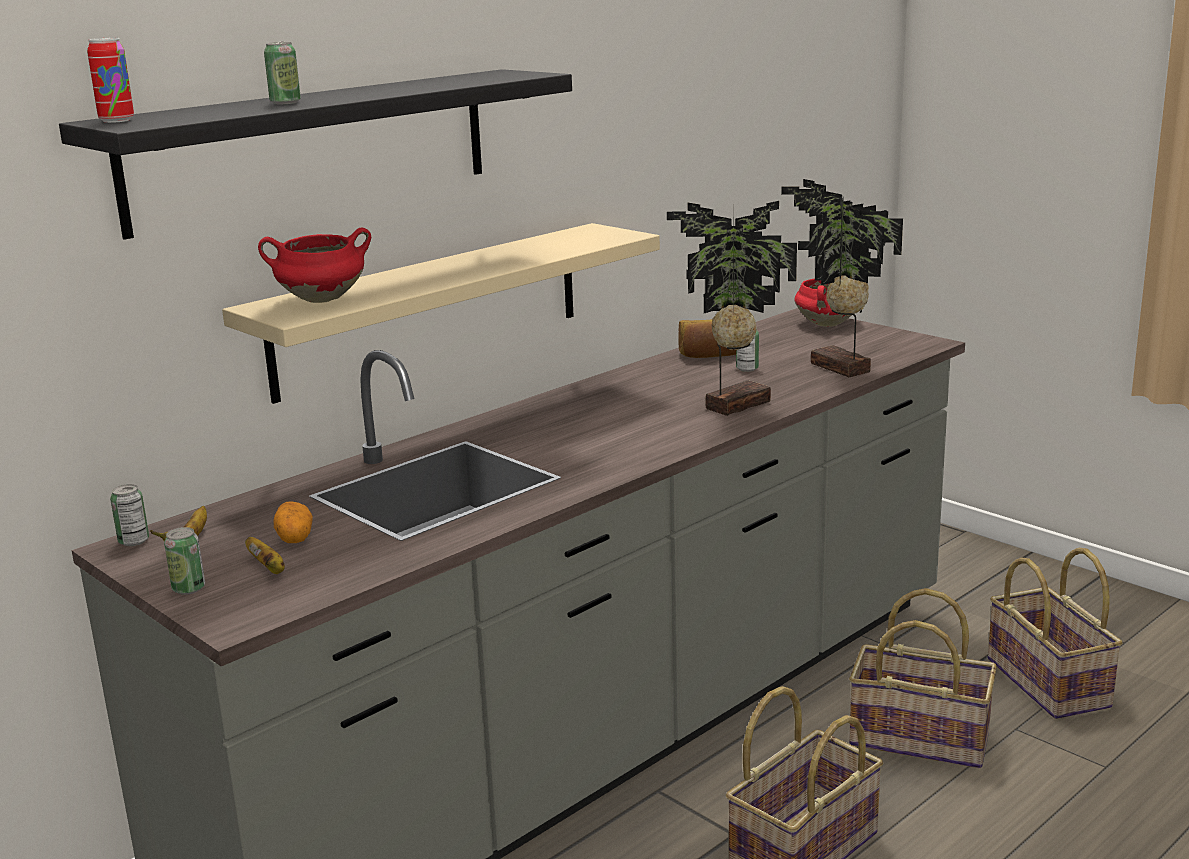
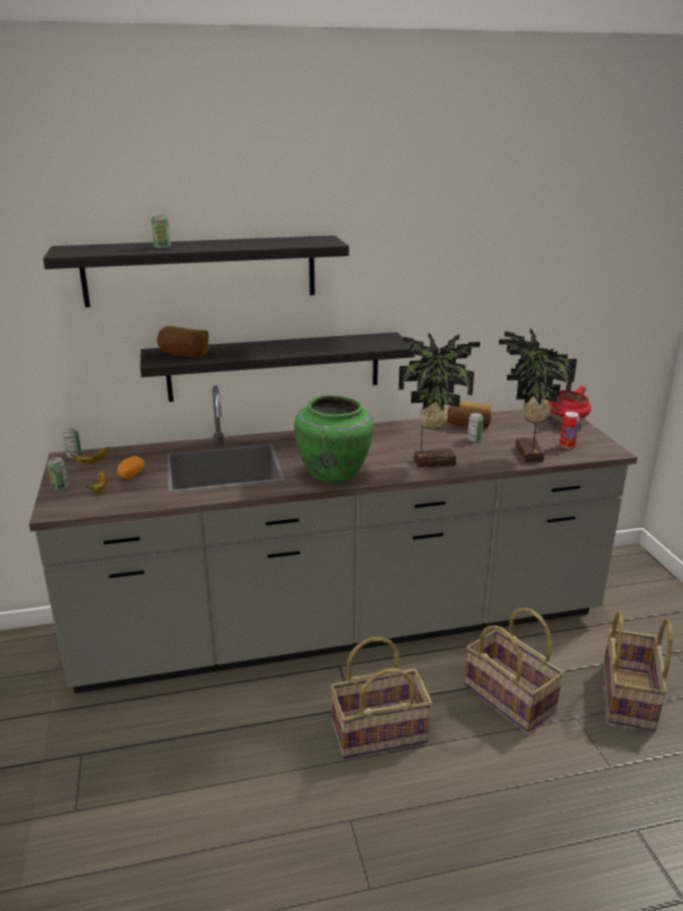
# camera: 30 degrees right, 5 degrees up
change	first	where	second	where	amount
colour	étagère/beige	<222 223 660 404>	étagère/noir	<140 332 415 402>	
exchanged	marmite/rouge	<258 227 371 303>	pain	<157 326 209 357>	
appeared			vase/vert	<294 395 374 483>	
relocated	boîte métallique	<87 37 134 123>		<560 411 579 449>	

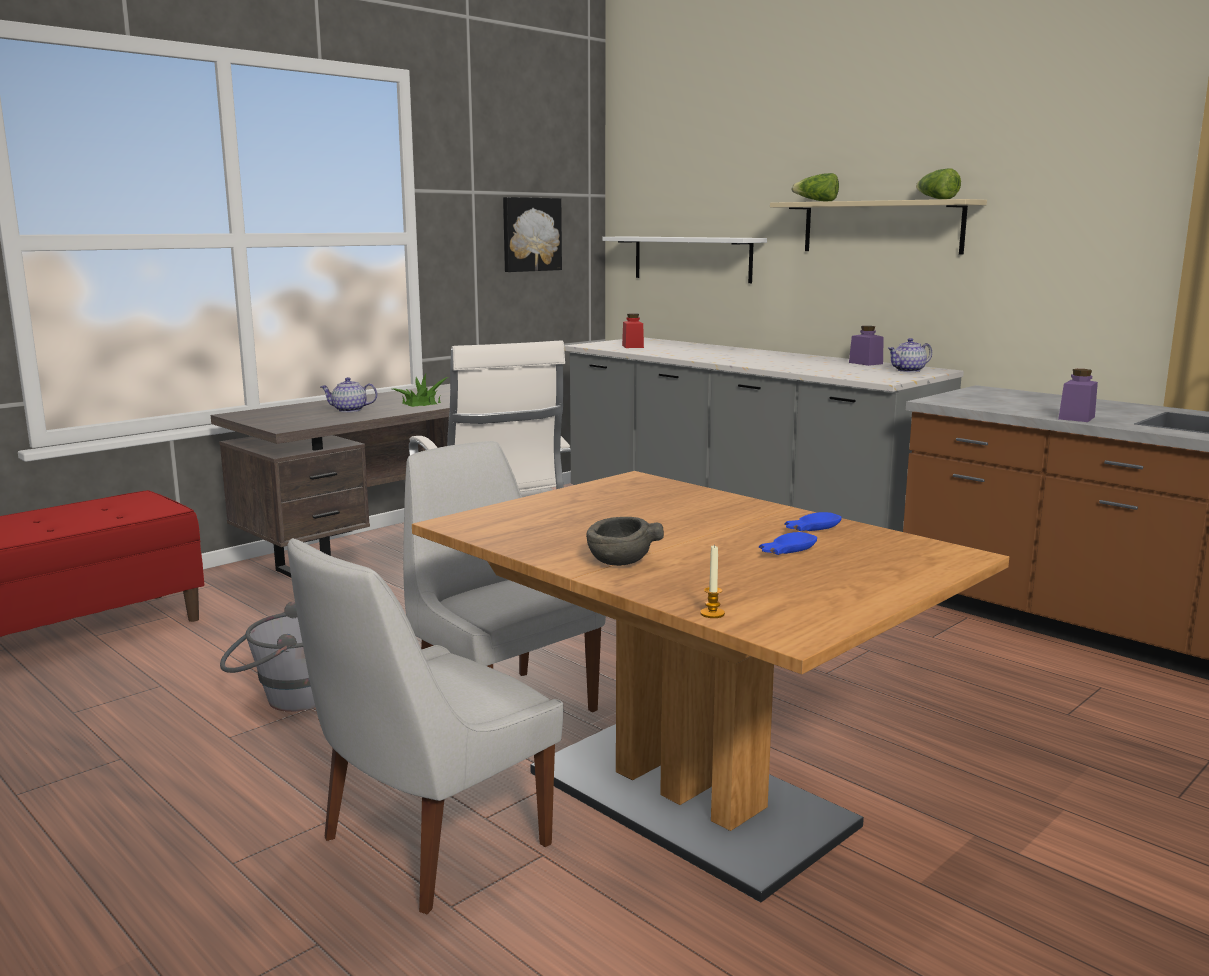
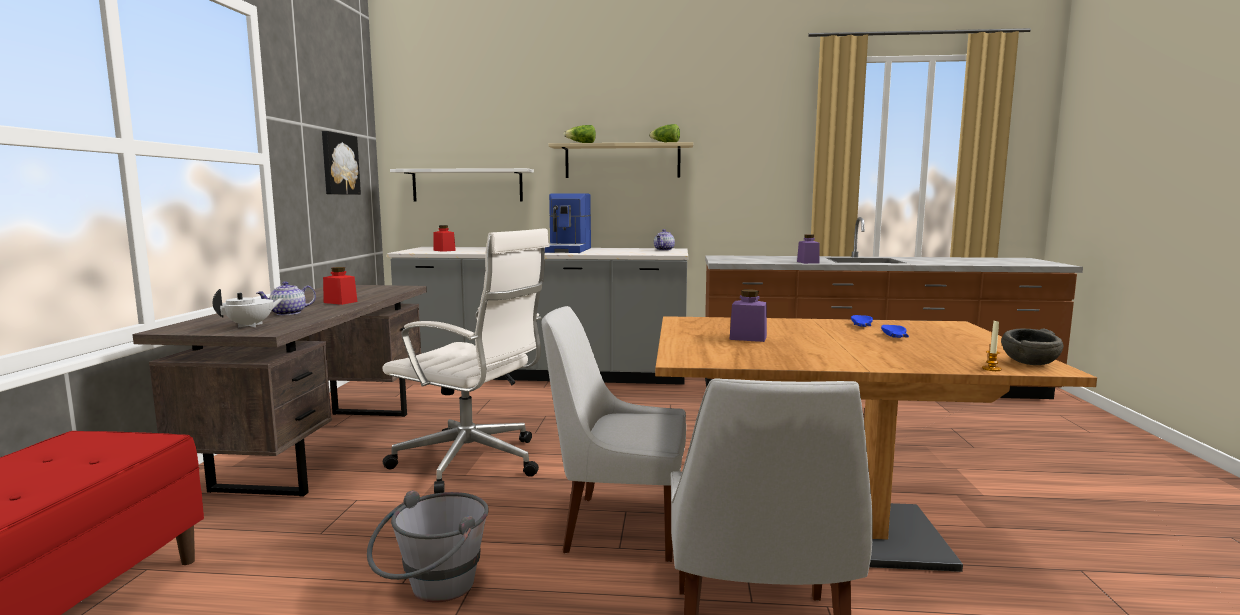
# camera: 40 degrees left, 5 degrees down
change	first	where	second	where	amount
appeared			théière/blanc	<213 289 283 327>	
exchanged	plante en pot	<393 372 448 407>	bocal/rouge	<323 267 358 305>	
appeared			machine à café	<545 193 591 253>	
relocated	bocal/violet	<849 326 884 366>		<729 289 767 342>	
relocated	bol/gris	<586 517 664 566>		<1001 329 1063 365>	

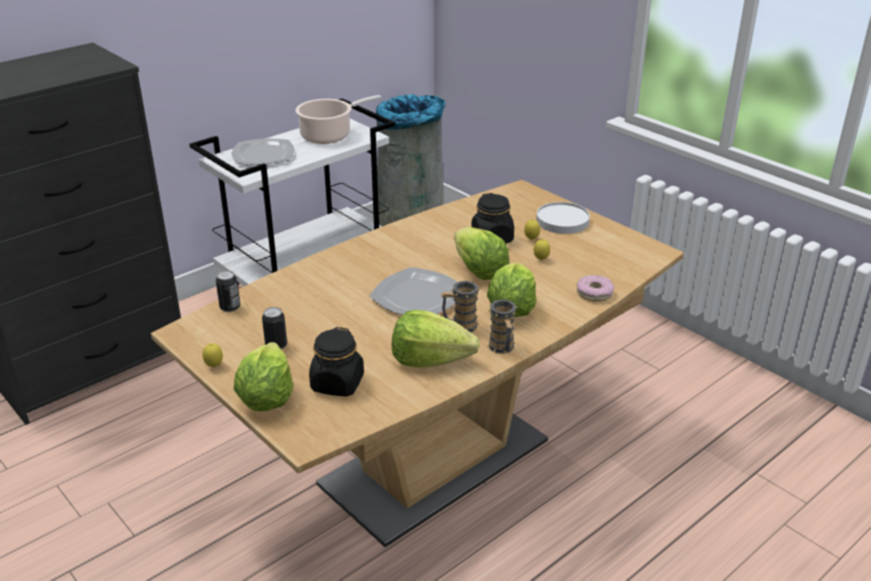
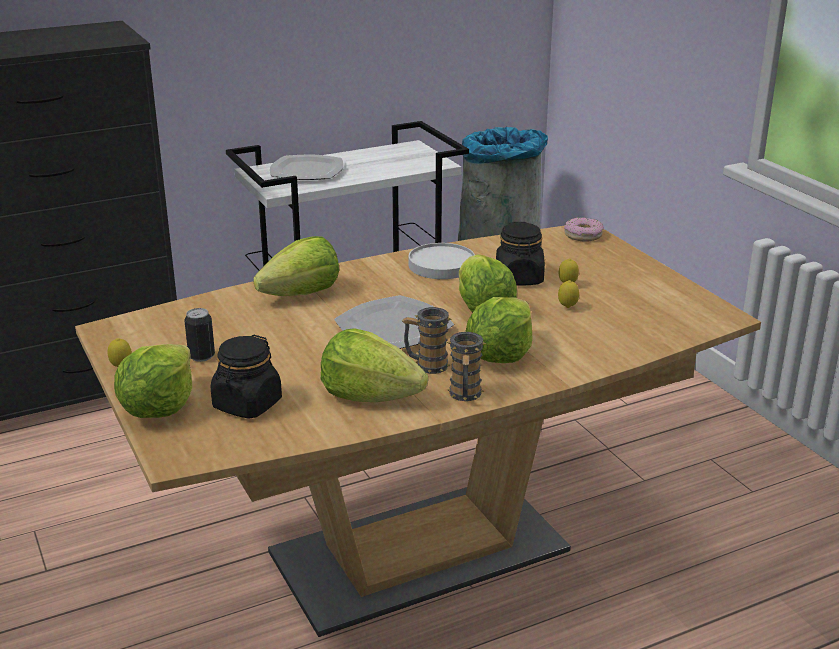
# camera: 15 degrees right, 5 degrees down
change	first	where	second	where	amount
appeared			laitue	<253 236 339 296>	
relocated	assiette/blanc	<536 202 590 234>		<409 243 475 279>	
relocated	beignet	<577 275 614 302>		<564 217 604 242>	
missing	boîte métallique	<216 271 240 312>			
missing	marmite	<295 95 381 144>			

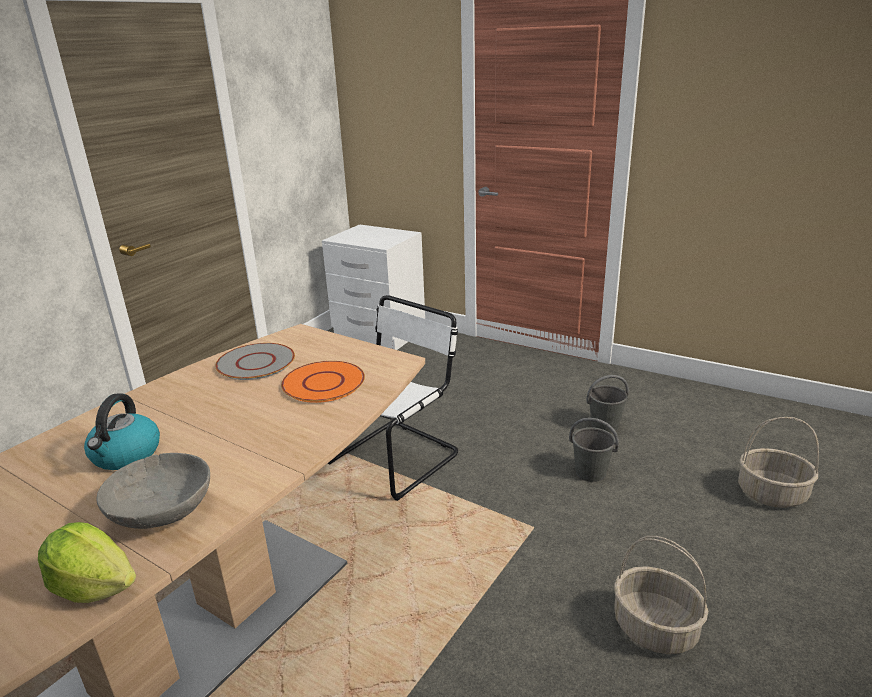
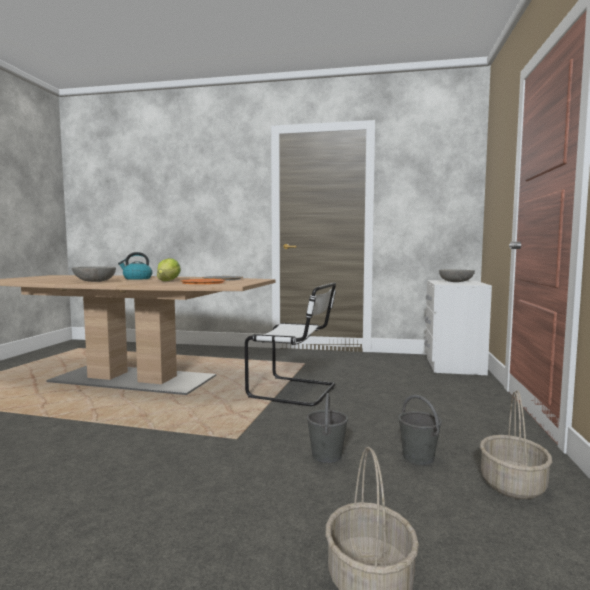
# camera: 70 degrees right, 20 degrees down
change	first	where	second	where	amount
relocated	laitue	<38 522 136 603>		<157 258 181 281>	
appeared			bol/gris	<439 269 475 282>	
relocated	panier	<614 536 709 654>		<480 390 552 499>	

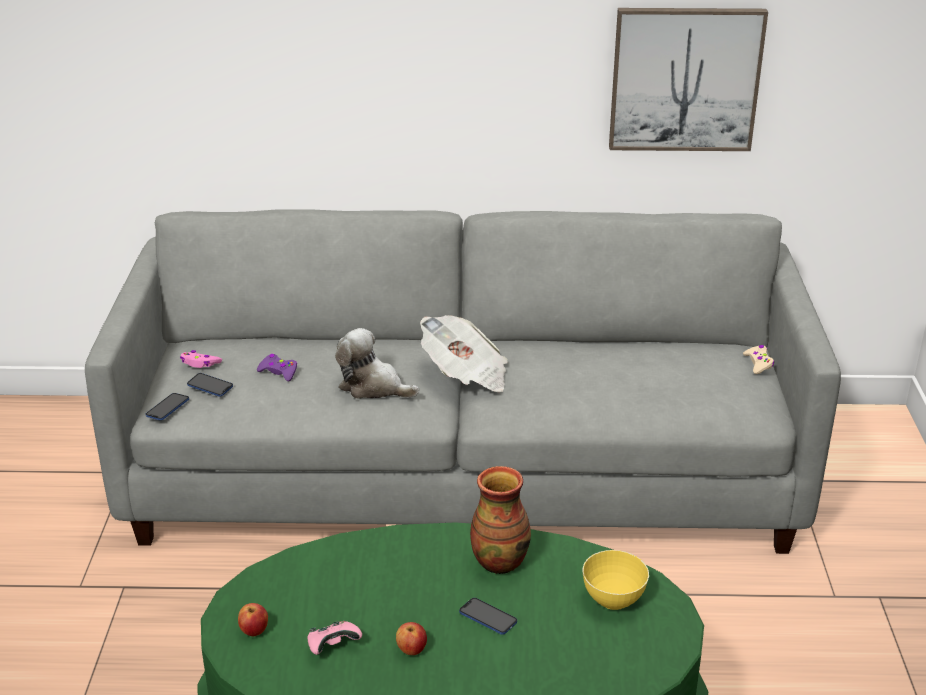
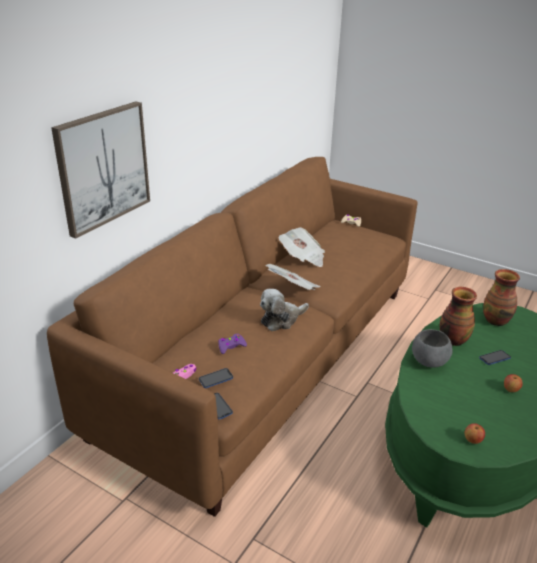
# camera: 60 degrees left, 0 degrees up
change	first	where	second	where	amount
colour	canapé/gris	<85 209 841 554>	canapé/marron	<47 157 417 517>	
relocated	tableau	<609 8 768 151>		<51 101 150 239>	
appeared			journal	<279 227 325 267>	
appeared			bol/gris	<412 329 452 368>	
exchanged	bol/jaune	<582 550 649 610>	vase	<483 269 520 326>	
missing	manette/rose	<308 621 362 655>			

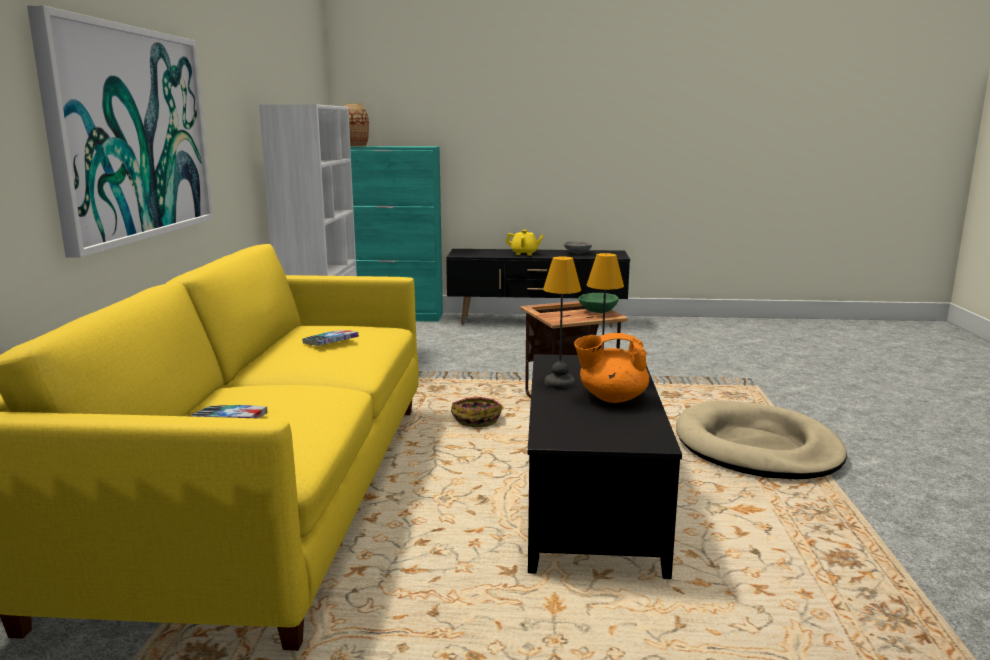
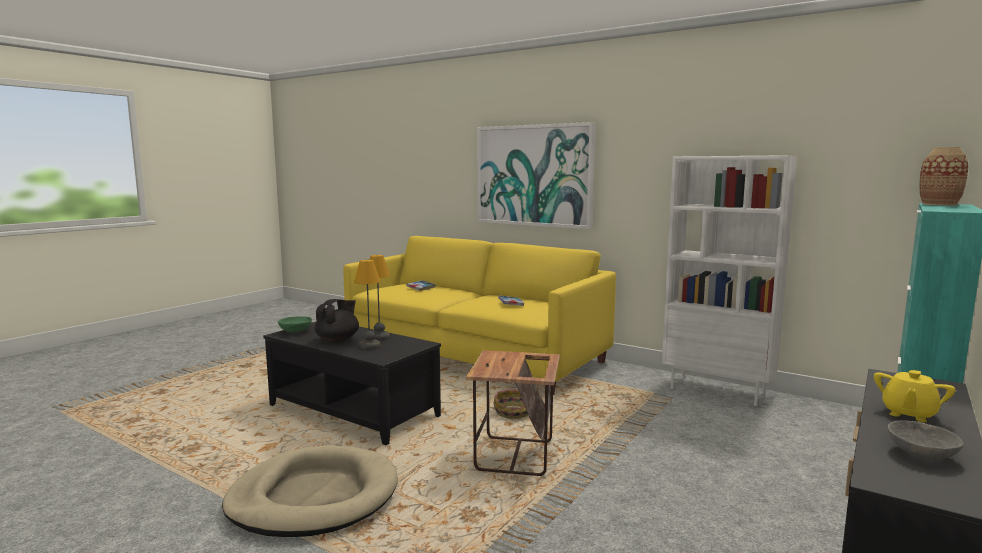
# camera: 120 degrees right, 5 degrees down
change	first	where	second	where	amount
relocated	bol/vert	<578 293 619 313>		<278 316 312 333>	
colour	théière/orange	<574 333 649 403>	théière/noir	<315 299 359 342>	

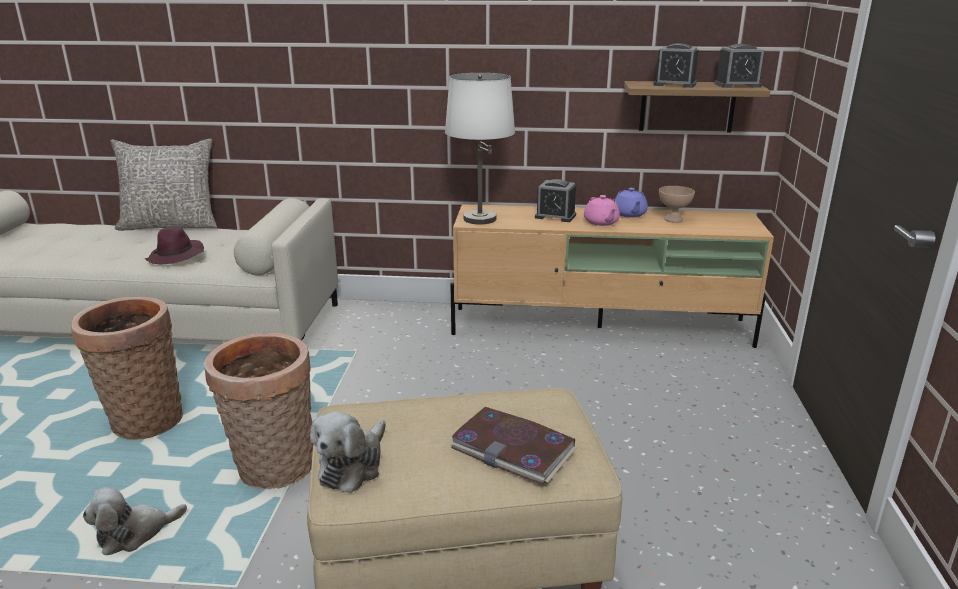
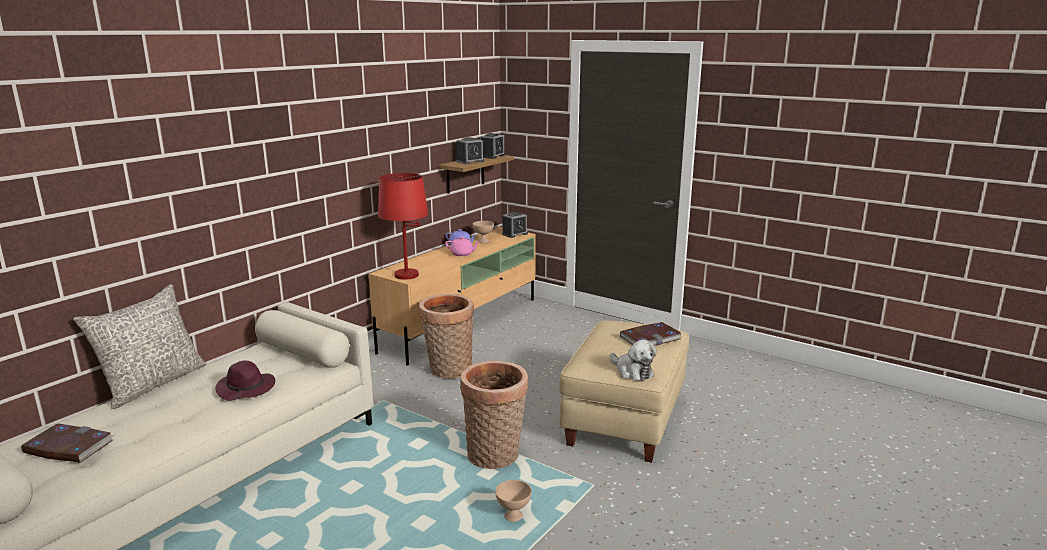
# camera: 60 degrees left, 5 degrees down
change	first	where	second	where	amount
appeared			livre	<21 423 114 463>	
colour	lampe de table/blanc	<445 73 515 224>	lampe de table/rouge	<378 173 428 280>	
relocated	panier	<71 297 183 440>		<419 294 474 379>	
exchanged	peluche	<83 487 187 555>	bol/beige	<495 480 532 522>	
relocated	réveil	<535 179 576 222>		<502 212 528 238>	

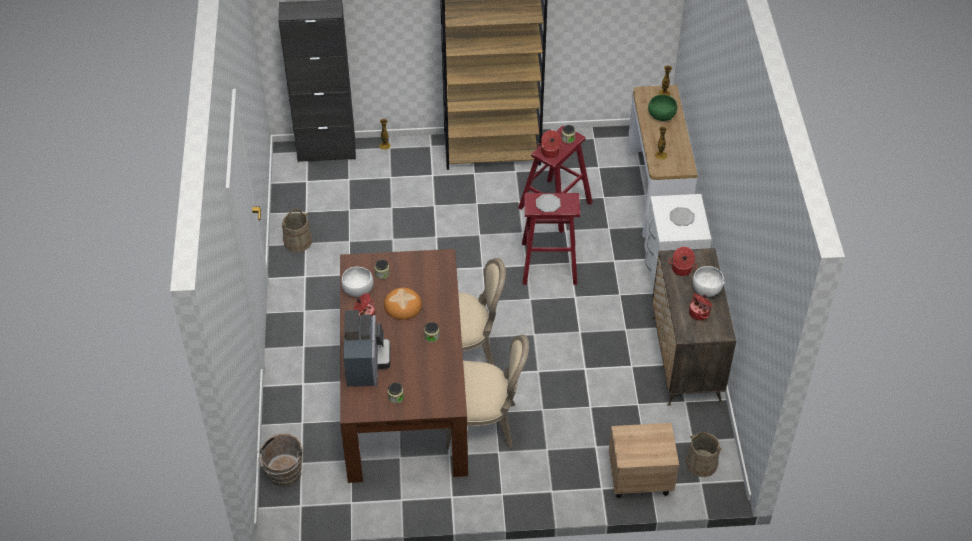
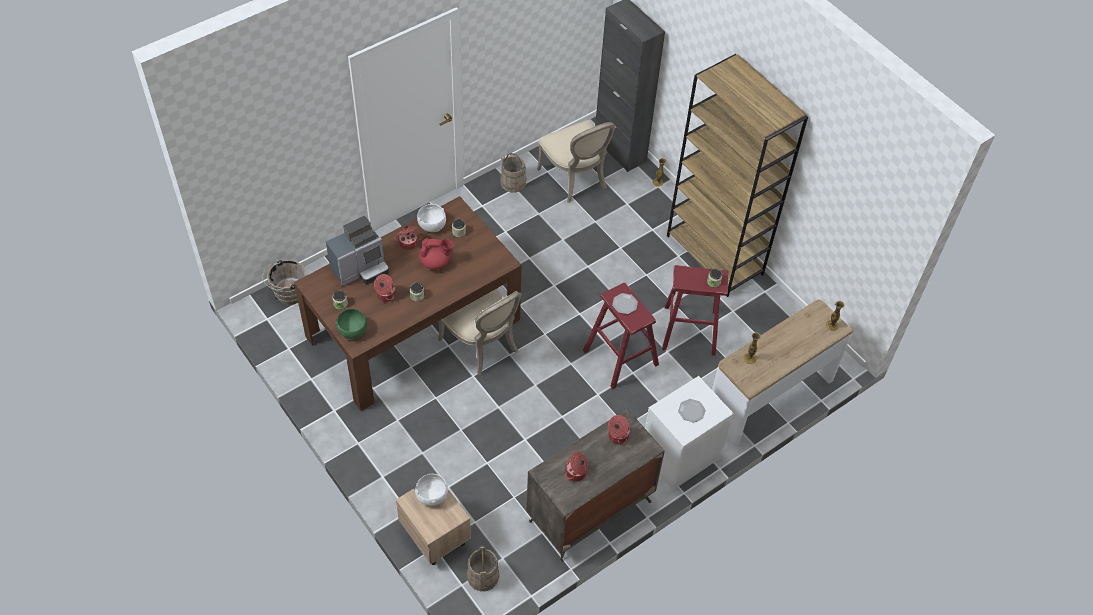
# camera: 55 degrees right, 5 degrees up
change	first	where	second	where	amount
relocated	bol/vert	<648 95 677 121>		<335 309 367 339>	
relocated	marmite	<537 130 564 158>		<374 274 396 302>	
relocated	bol/blanc	<693 266 725 297>		<415 474 448 506>	
exchanged	pain	<384 288 422 320>	théière/rouge	<419 238 454 269>	
relocated	chaise/beige	<445 335 529 450>		<537 120 615 203>	

